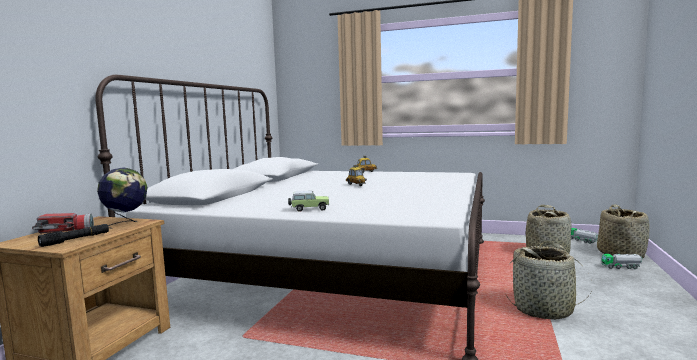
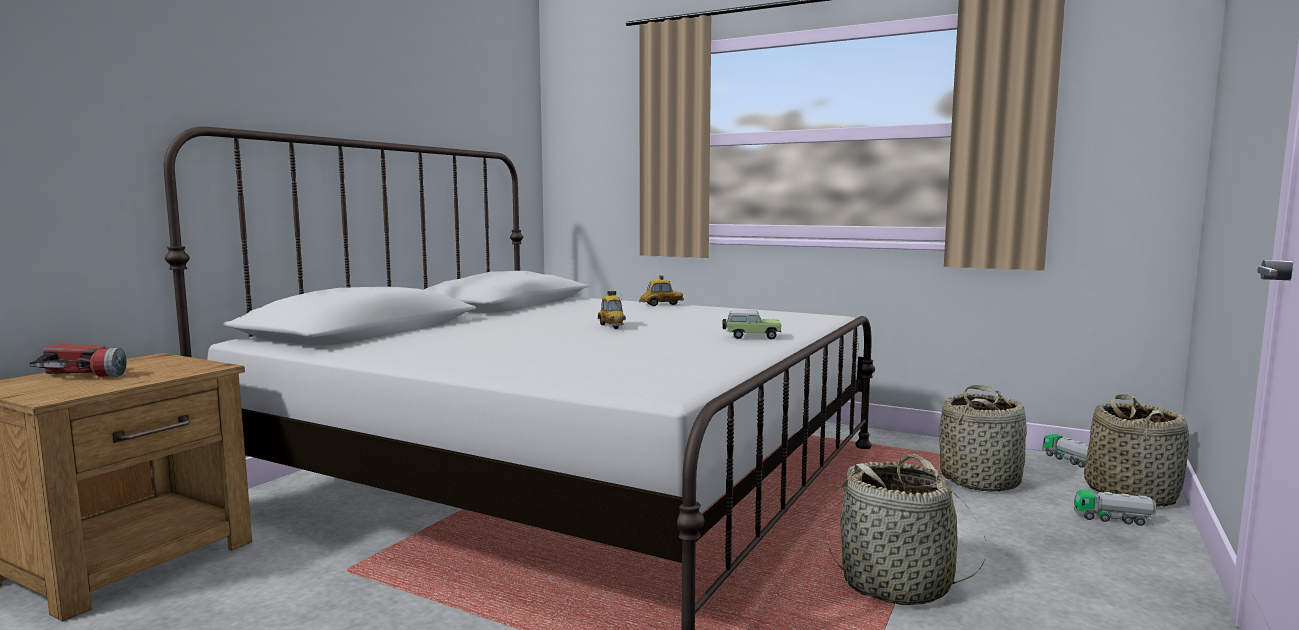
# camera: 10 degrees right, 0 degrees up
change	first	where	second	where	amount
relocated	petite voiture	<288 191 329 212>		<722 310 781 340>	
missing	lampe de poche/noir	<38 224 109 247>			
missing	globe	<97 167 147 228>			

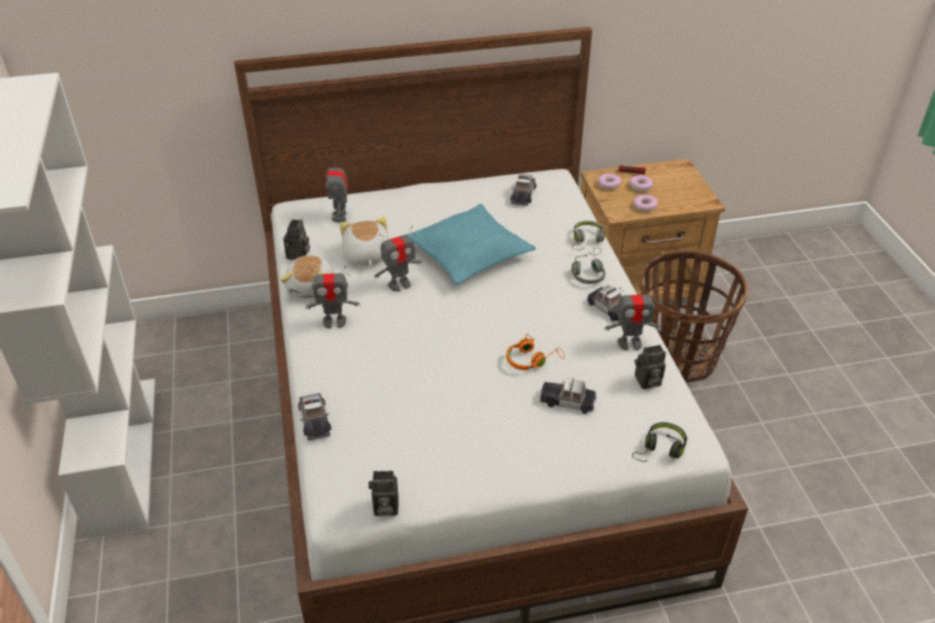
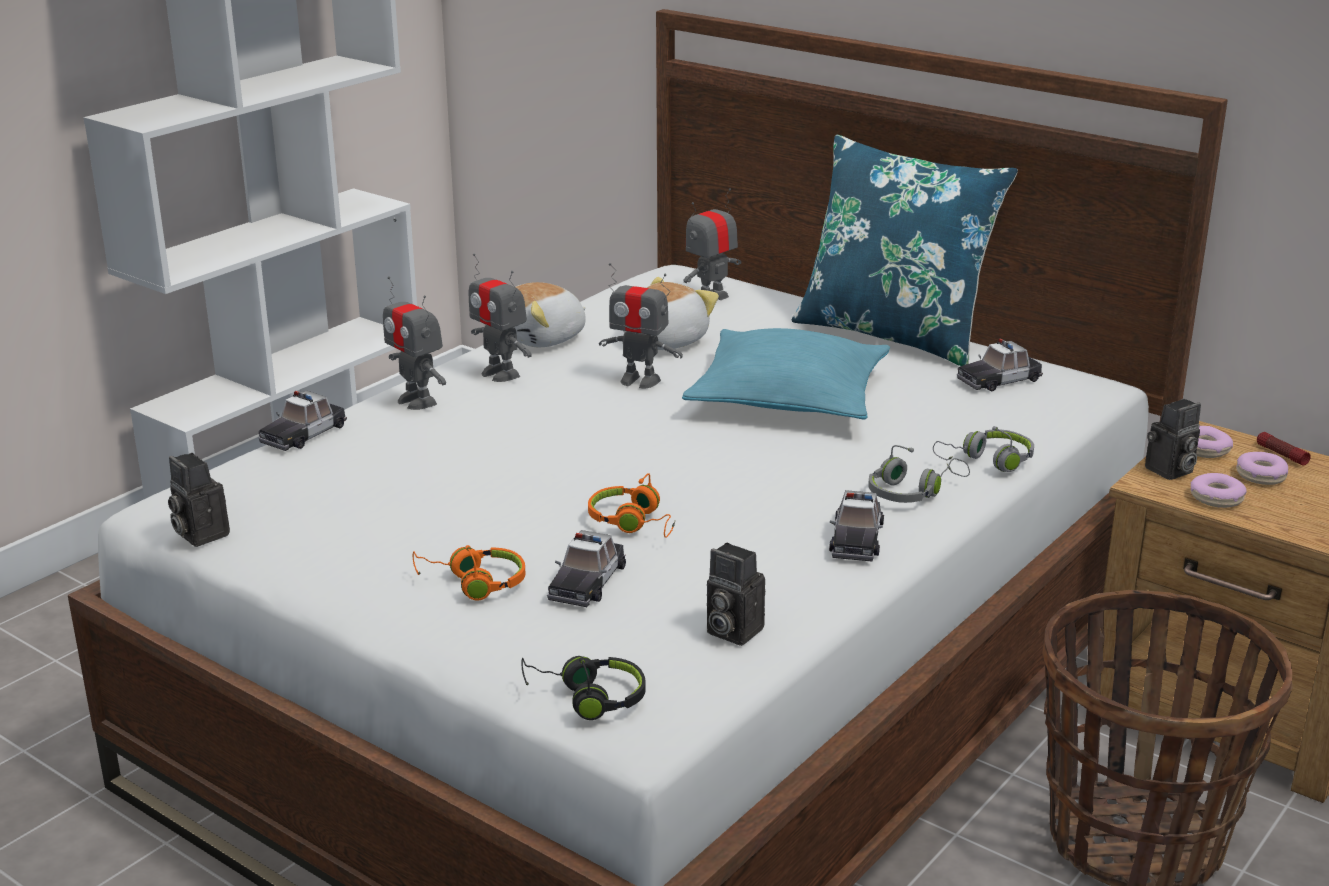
# camera: 50 degrees right, 15 degrees down
change	first	where	second	where	amount
relocated	robot jouet	<605 288 660 351>		<383 276 446 410>	
appeared			casque audio/orange	<413 545 525 601>	
spun	petite voiture	<540 378 596 414>		<547 530 626 607>	135 degrees counterclockwise
appeared			coussin/bleu	<792 135 1018 366>	
relocated	appareil photo	<283 219 310 260>		<1145 399 1201 480>	

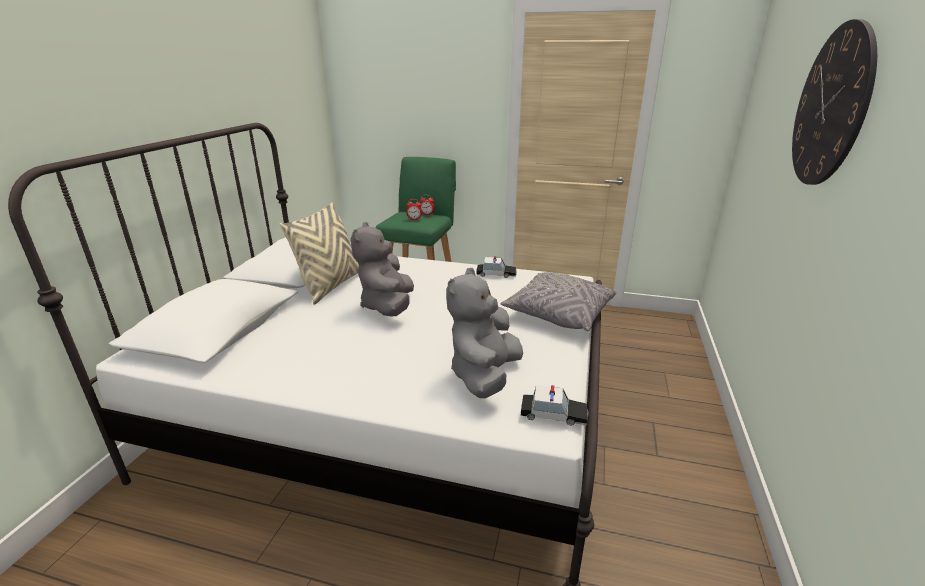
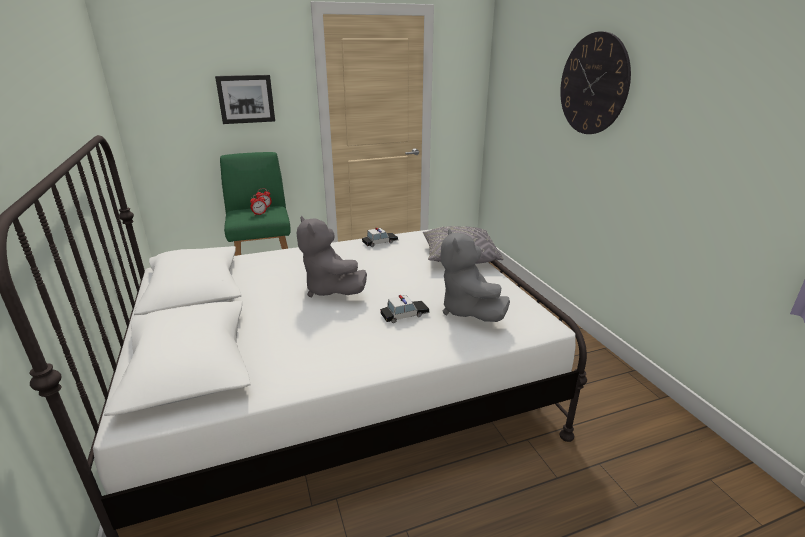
# camera: 35 degrees left, 0 degrees up
change	first	where	second	where	amount
appeared			tableau	<215 75 275 124>	
relocated	petite voiture	<521 385 588 426>		<380 295 430 323>	
missing	coussin/beige	<280 202 359 305>			

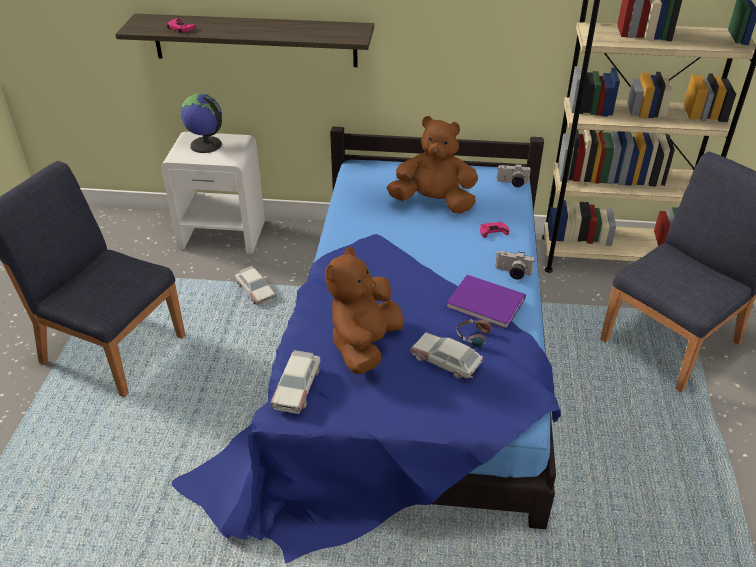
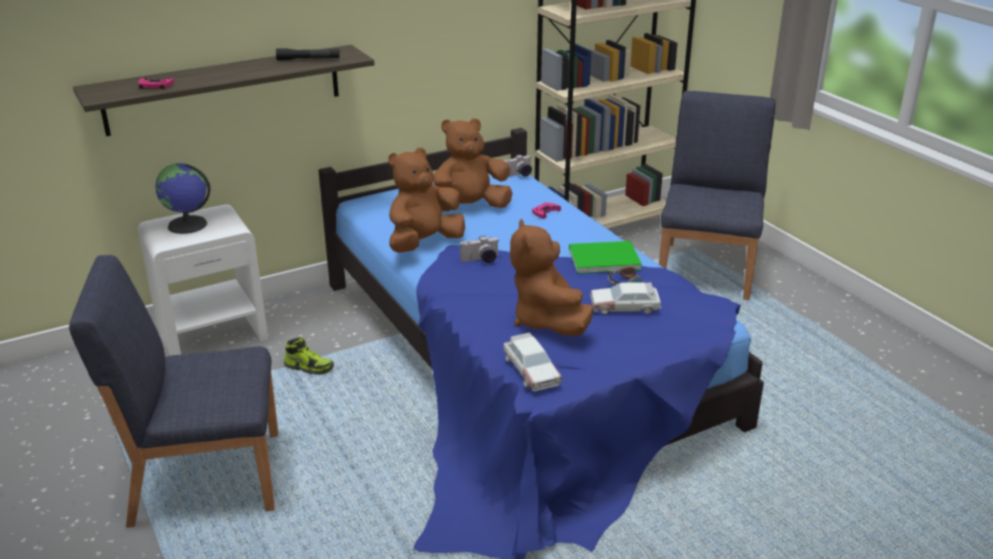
# camera: 35 degrees left, 10 degrees down
change	first	where	second	where	amount
appeared			lampe de poche/noir	<276 48 339 60>	
exchanged	petite voiture	<235 266 277 306>	chaussure	<284 337 334 375>	
appeared			peluche/marron	<388 148 465 253>	
relocated	appareil photo	<495 251 535 279>		<460 236 498 263>	
colour	livre/violet	<446 275 526 329>	livre/vert	<569 241 642 274>	

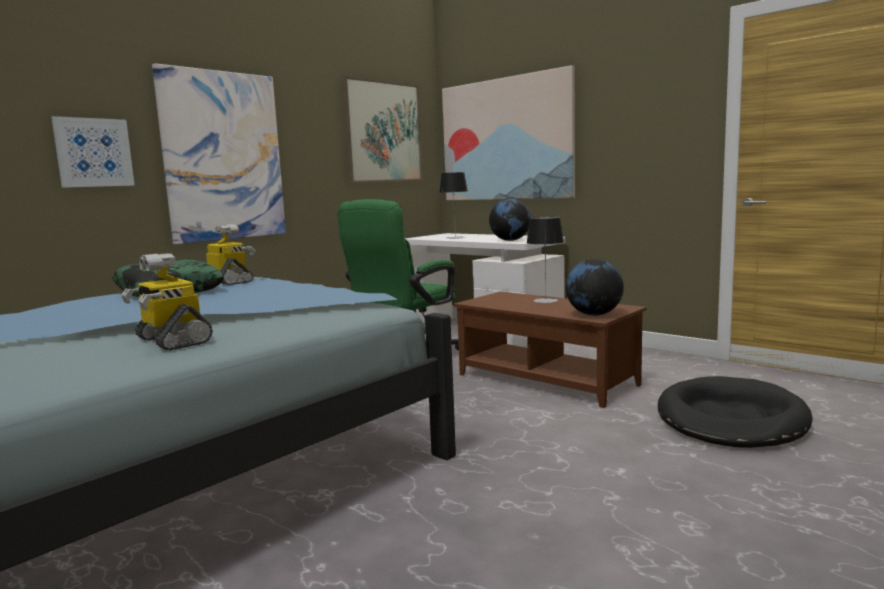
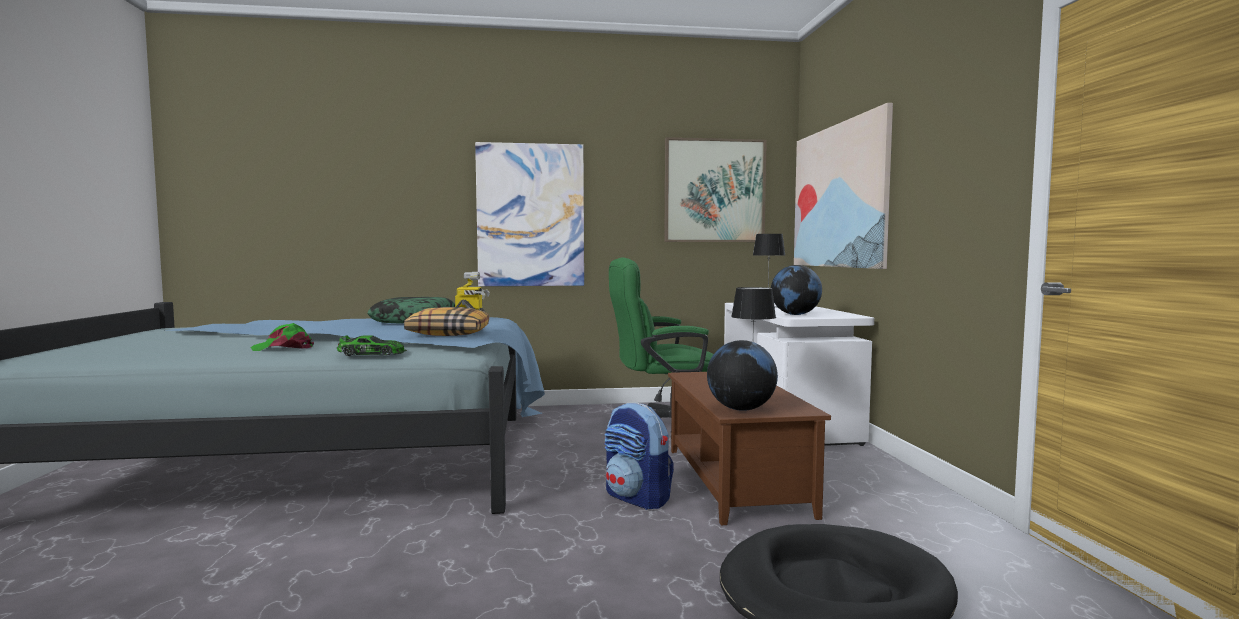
# camera: 40 degrees right, 5 degrees down
change	first	where	second	where	amount
exchanged	robot jouet	<121 253 213 351>	casquette/vert	<250 323 314 351>	
appeared			petite voiture	<337 335 407 356>	
appeared			coussin	<404 307 489 336>	
appeared			sac à dos	<604 403 674 510>	
missing	tableau	<51 116 135 188>			

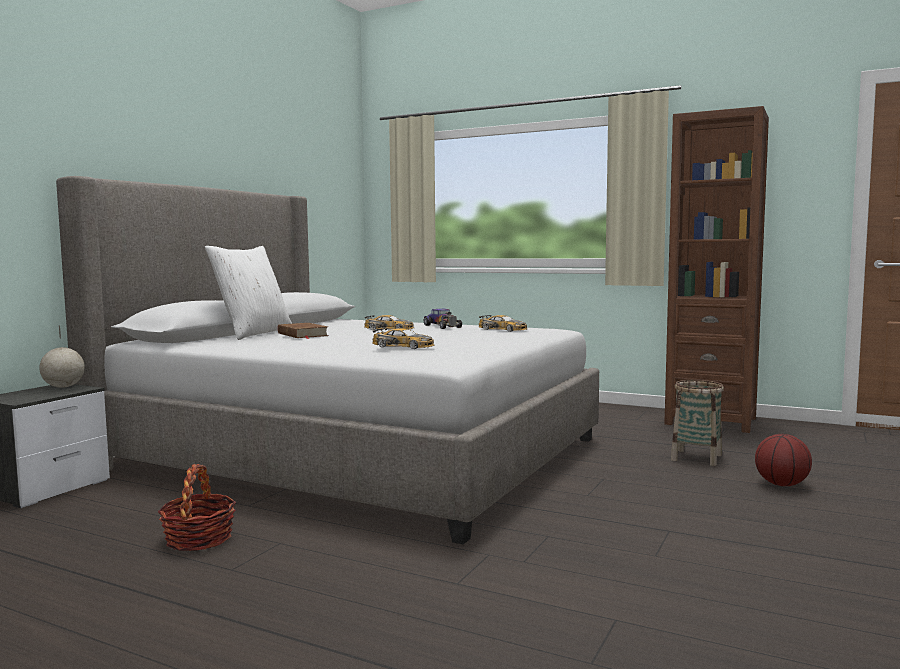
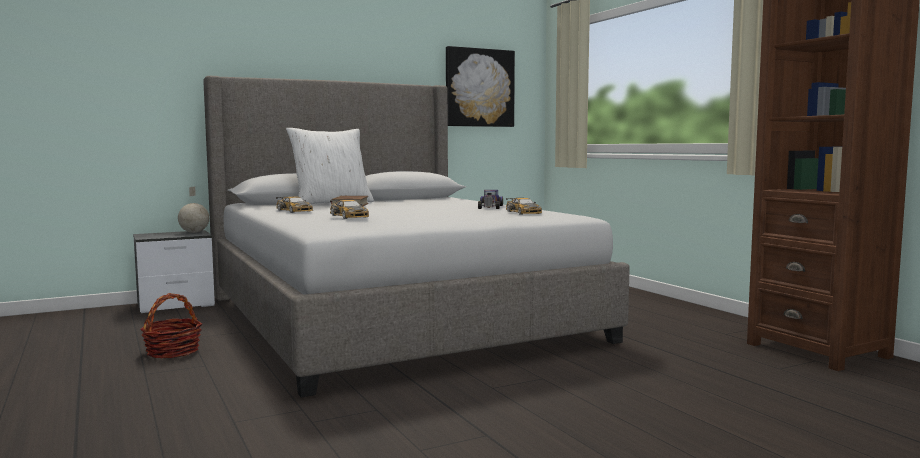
# camera: 35 degrees right, 0 degrees up
change	first	where	second	where	amount
relocated	petite voiture	<364 315 414 330>		<276 196 313 213>	
appeared			tableau	<446 46 515 127>	
missing	panier	<671 380 724 466>			
missing	ballon de basket	<755 434 812 486>			

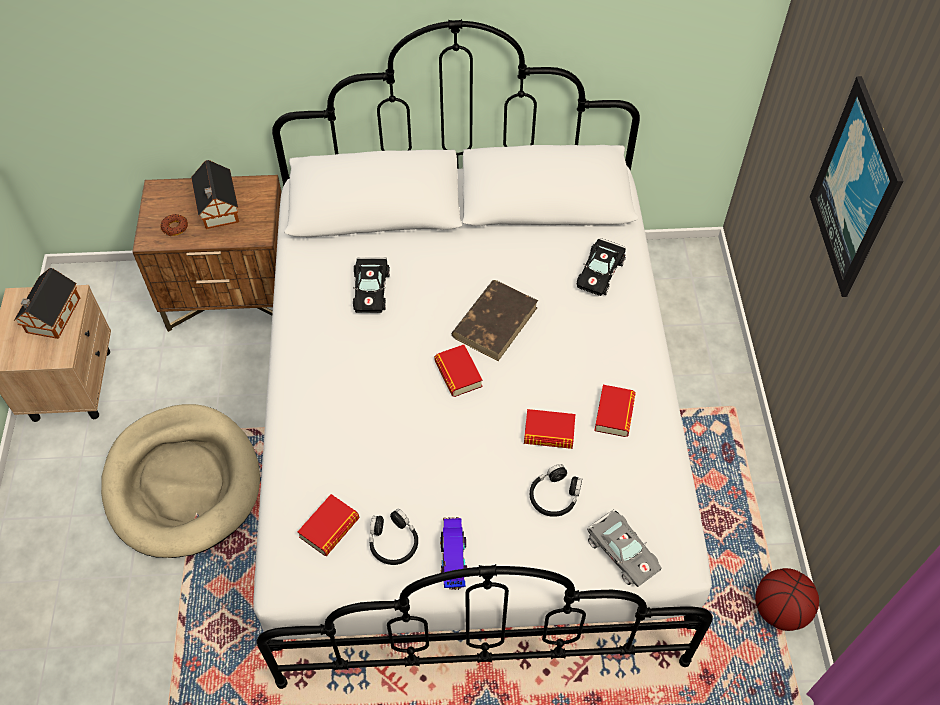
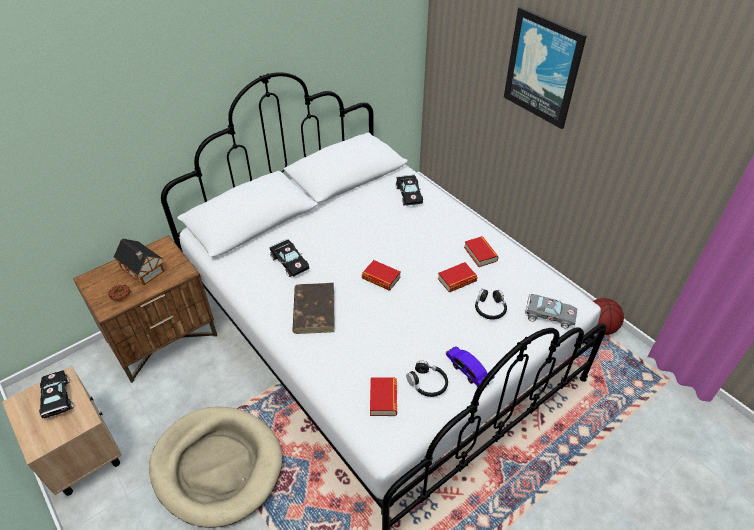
# camera: 35 degrees left, 10 degrees down
change	first	where	second	where	amount
exchanged	maison miniature	<14 268 80 339>	petite voiture/noir	<39 370 73 418>	
relocated	livre/marron	<452 280 538 361>		<292 283 335 334>	

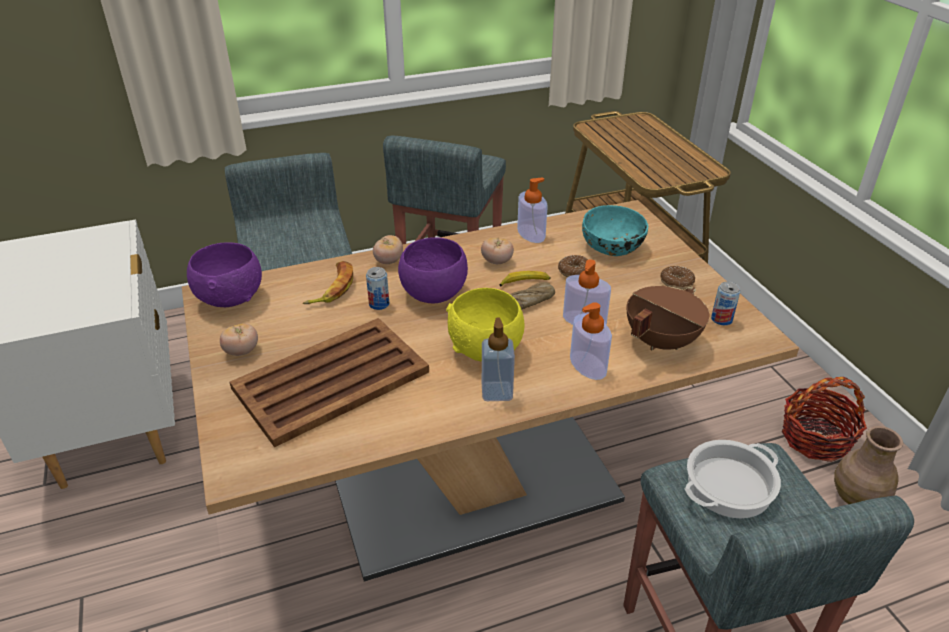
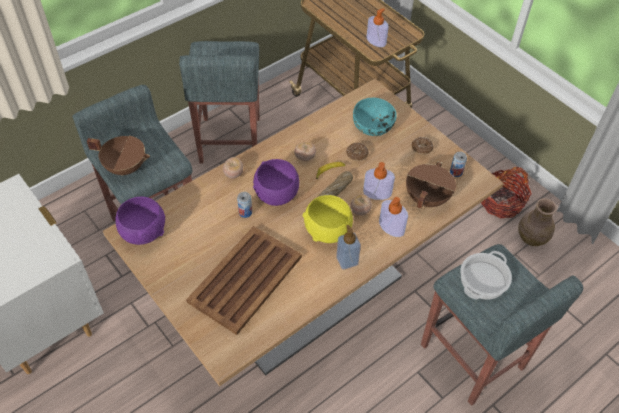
# camera: 20 degrees left, 15 degrees up
change	first	where	second	where	amount
appeared			marmite/marron	<87 136 150 176>	
relocated	tomate	<220 323 258 356>		<351 194 372 216>	
relocated	distributeur de savon	<517 177 548 243>		<367 8 389 47>	
missing	banane	<303 261 353 304>			

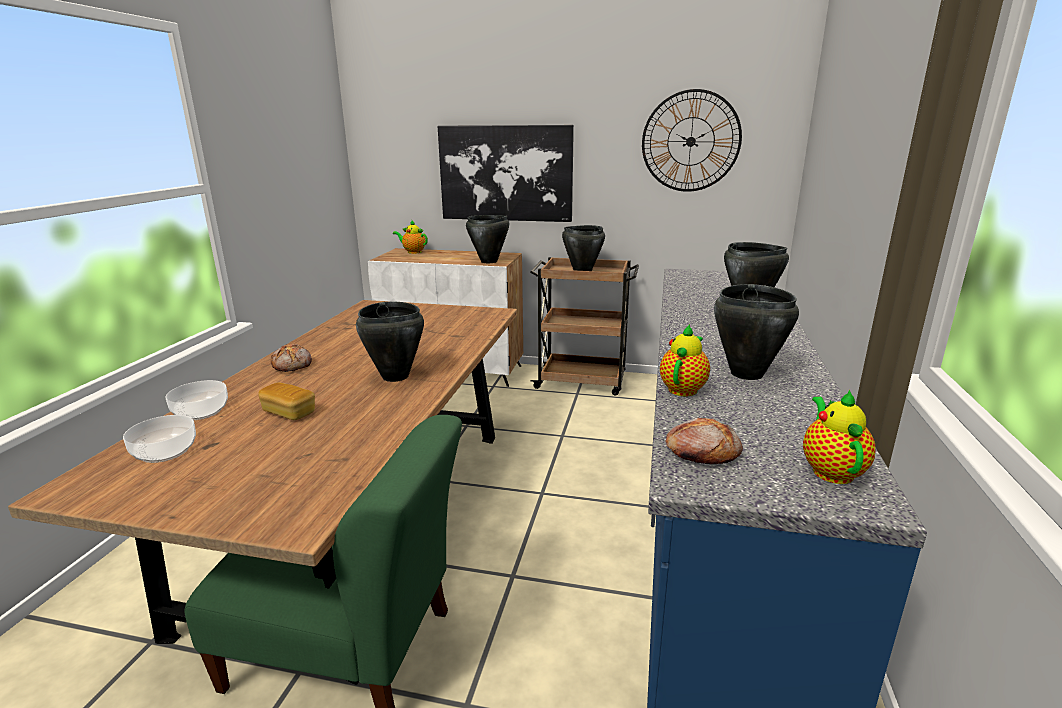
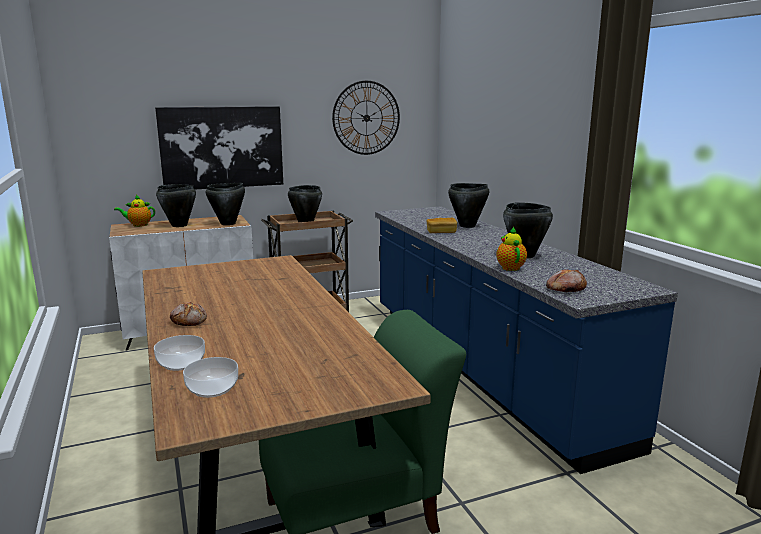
# camera: 35 degrees left, 5 degrees down
change	first	where	second	where	amount
relocated	marmite/noir	<356 302 424 382>		<156 184 196 227>	
relocated	pain	<258 382 315 420>		<427 218 457 233>	
missing	théière	<803 389 876 484>			

